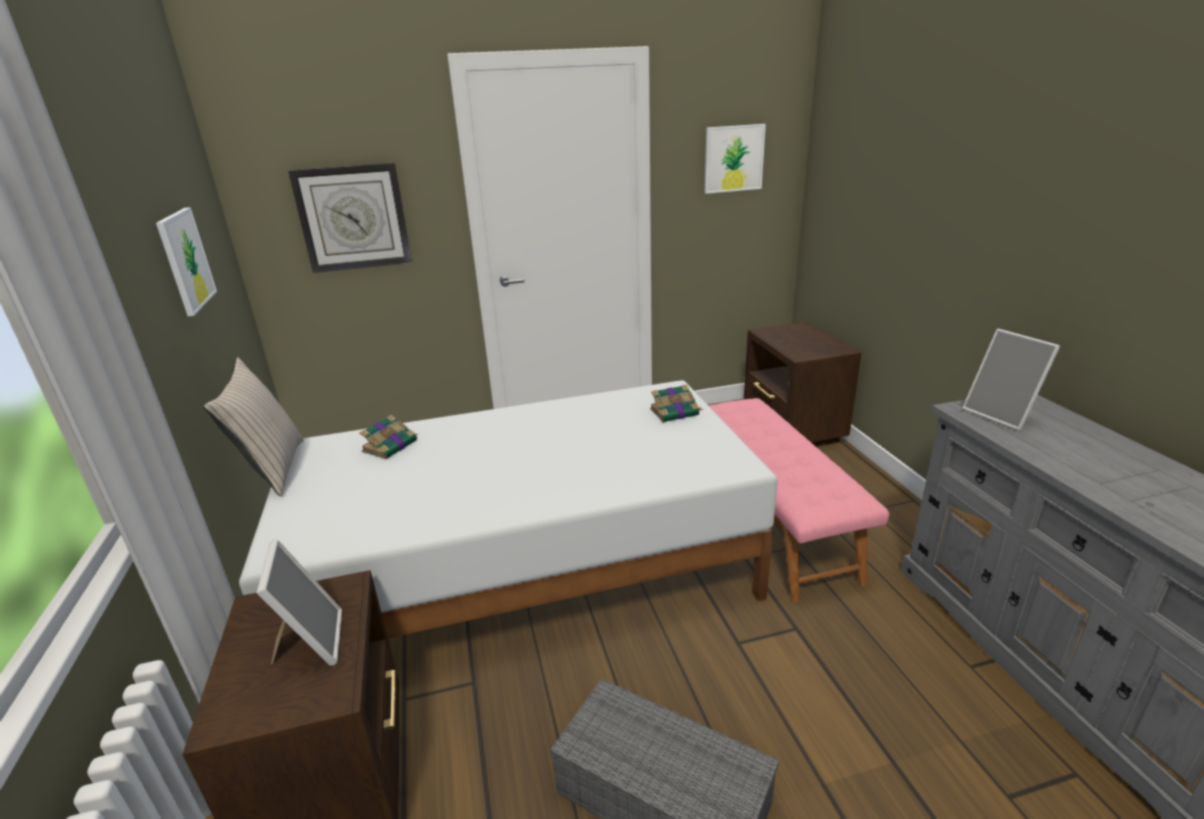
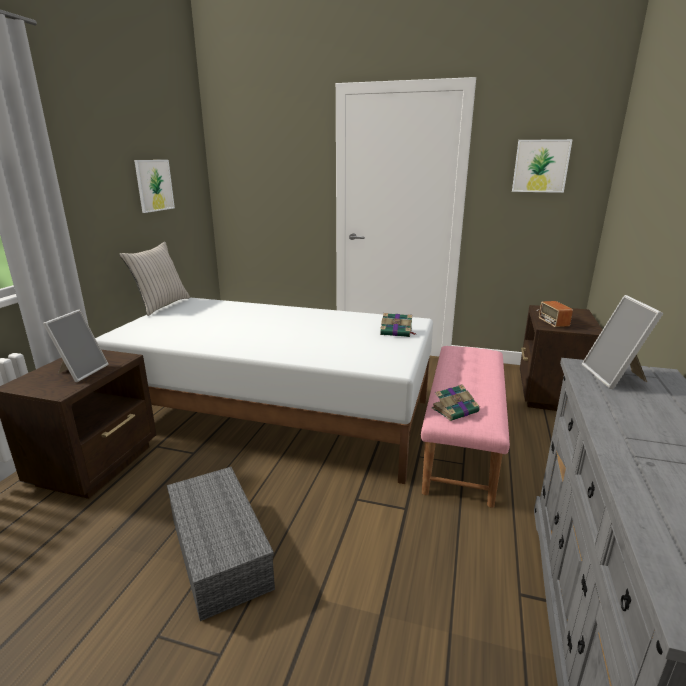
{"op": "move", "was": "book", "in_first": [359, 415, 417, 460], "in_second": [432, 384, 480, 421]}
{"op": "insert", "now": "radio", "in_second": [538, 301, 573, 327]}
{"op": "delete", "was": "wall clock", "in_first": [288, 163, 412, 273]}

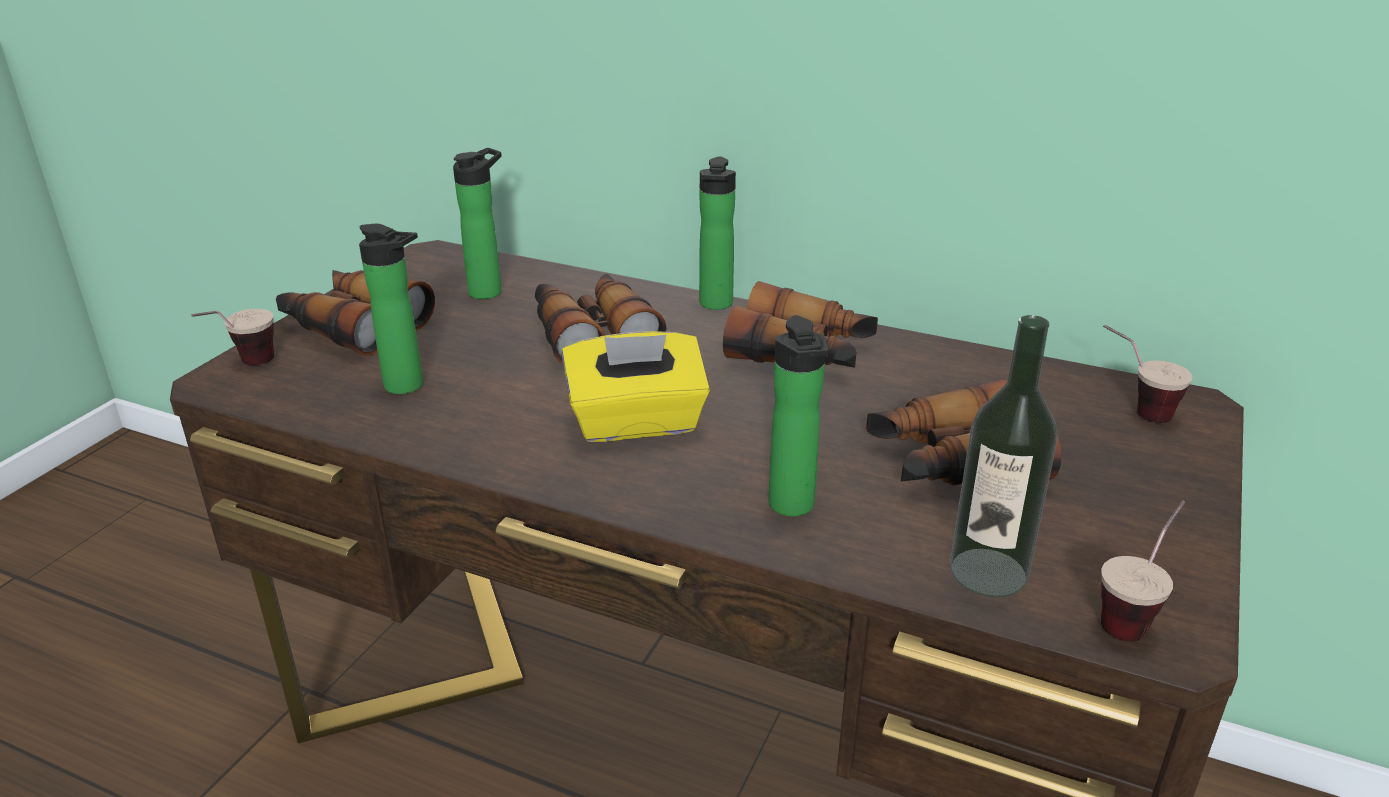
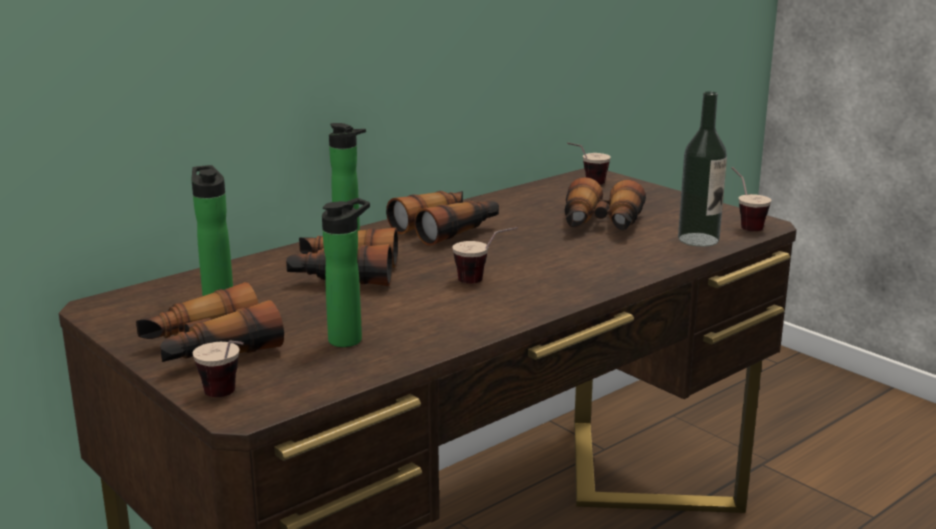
{"op": "replace", "was": "yellow tissue box", "now": "cup", "in_first": [562, 331, 710, 442], "in_second": [452, 227, 518, 284]}
{"op": "delete", "was": "bottle", "in_first": [769, 315, 829, 516]}

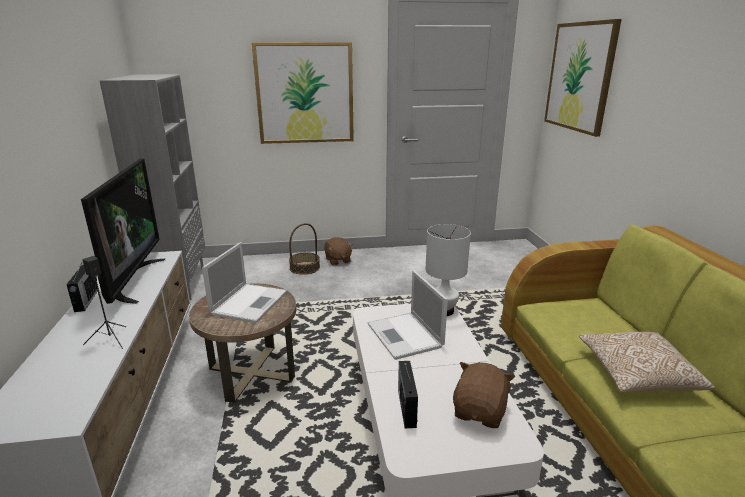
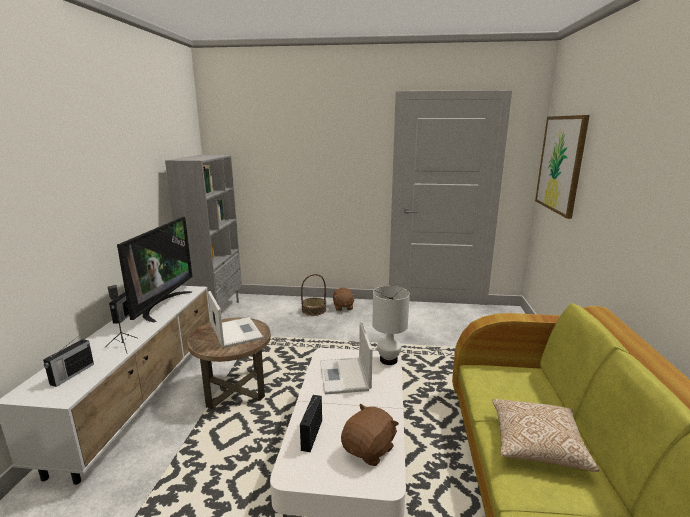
{"op": "insert", "now": "radio", "in_second": [43, 335, 94, 387]}
{"op": "rotate", "was": "laptop", "in_first": [202, 242, 287, 323], "in_second": [208, 291, 263, 348], "clockwise": -60}
{"op": "delete", "was": "picture", "in_first": [252, 42, 354, 144]}

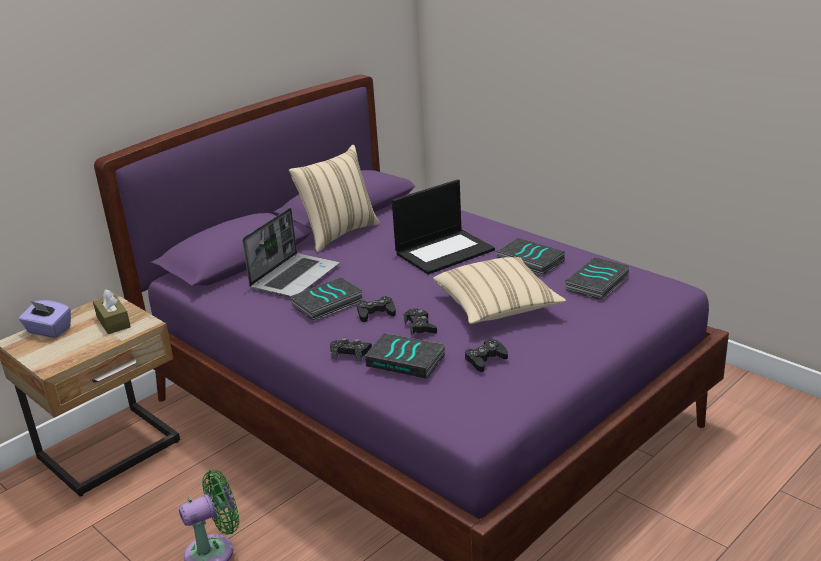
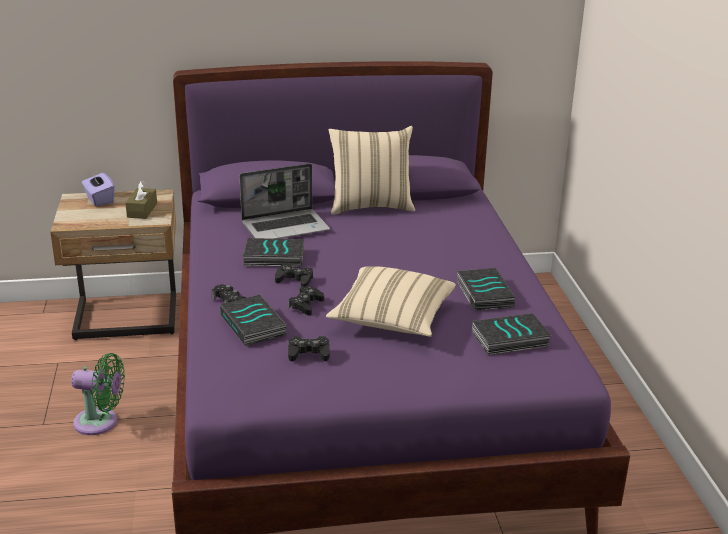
{"op": "delete", "was": "laptop", "in_first": [392, 179, 495, 275]}

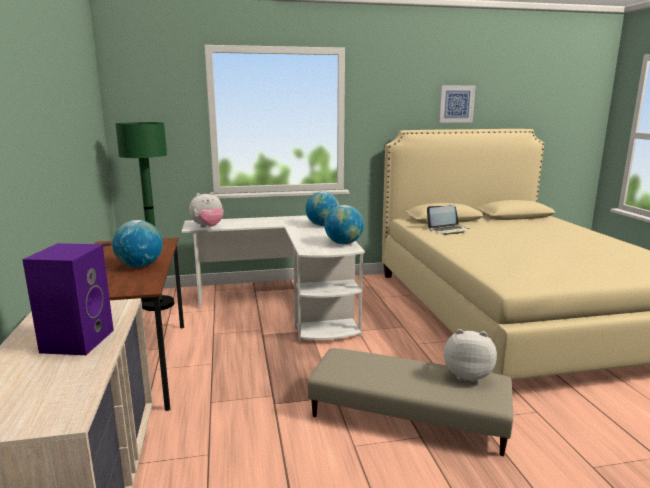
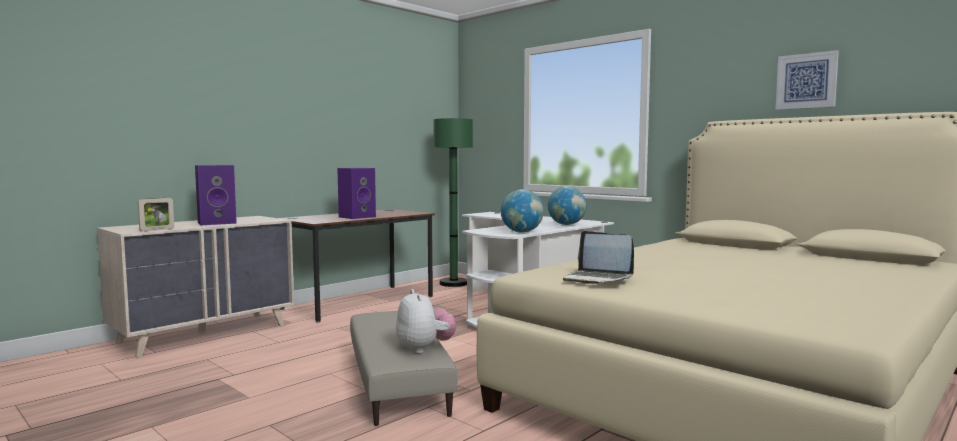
{"op": "insert", "now": "picture frame", "in_second": [138, 198, 174, 232]}
{"op": "replace", "was": "globe", "now": "purple speaker", "in_first": [112, 220, 163, 267], "in_second": [337, 168, 376, 219]}
{"op": "move", "was": "laptop", "in_first": [427, 205, 470, 235], "in_second": [563, 231, 634, 284]}
{"op": "delete", "was": "plush toy", "in_first": [189, 192, 223, 228]}

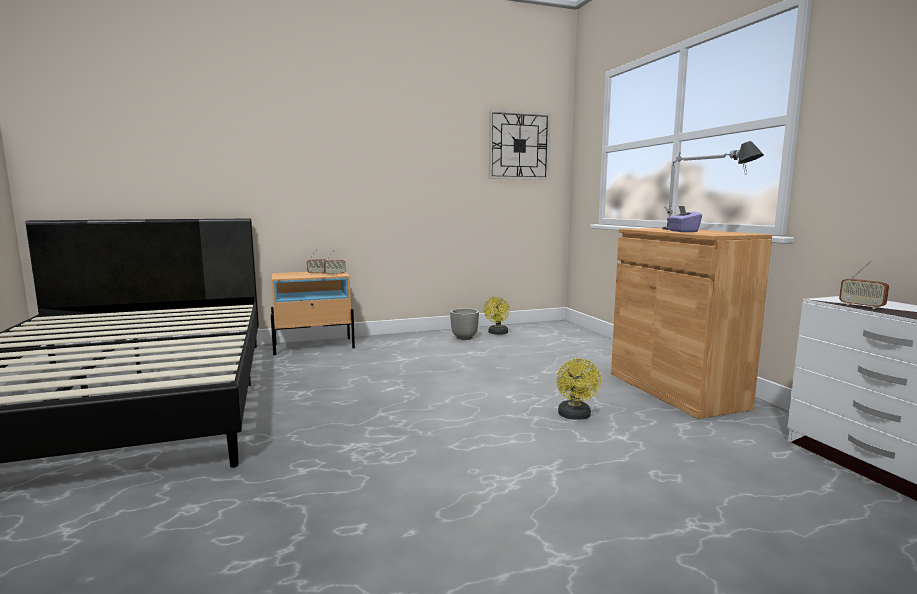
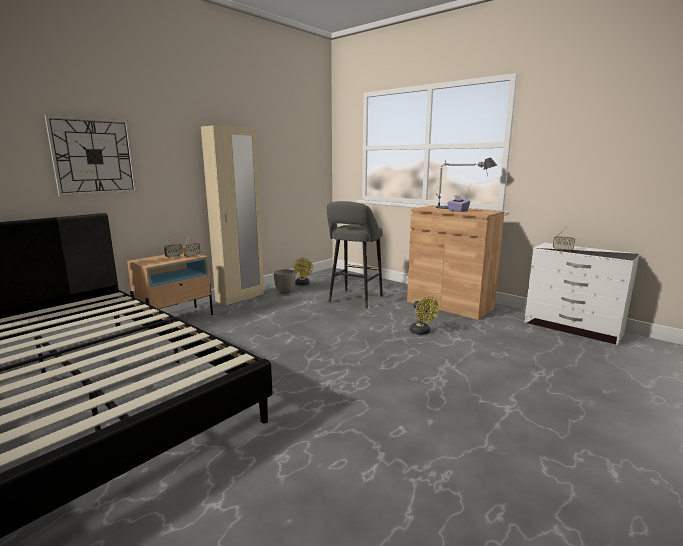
{"op": "move", "was": "wall clock", "in_first": [489, 110, 551, 180], "in_second": [44, 115, 137, 196]}
{"op": "insert", "now": "beige wardrobe", "in_second": [201, 125, 264, 305]}
{"op": "insert", "now": "grey stool", "in_second": [327, 201, 383, 308]}

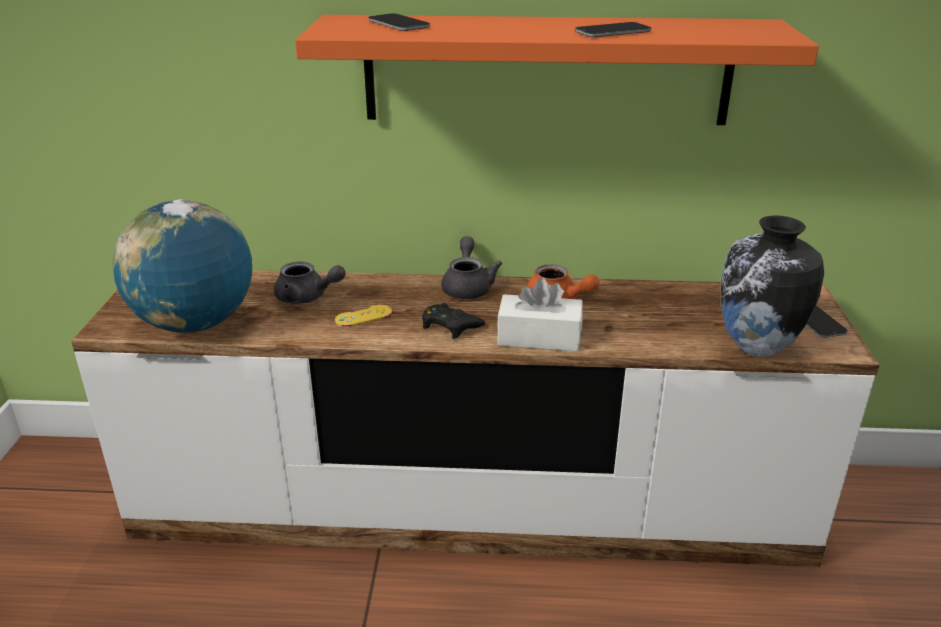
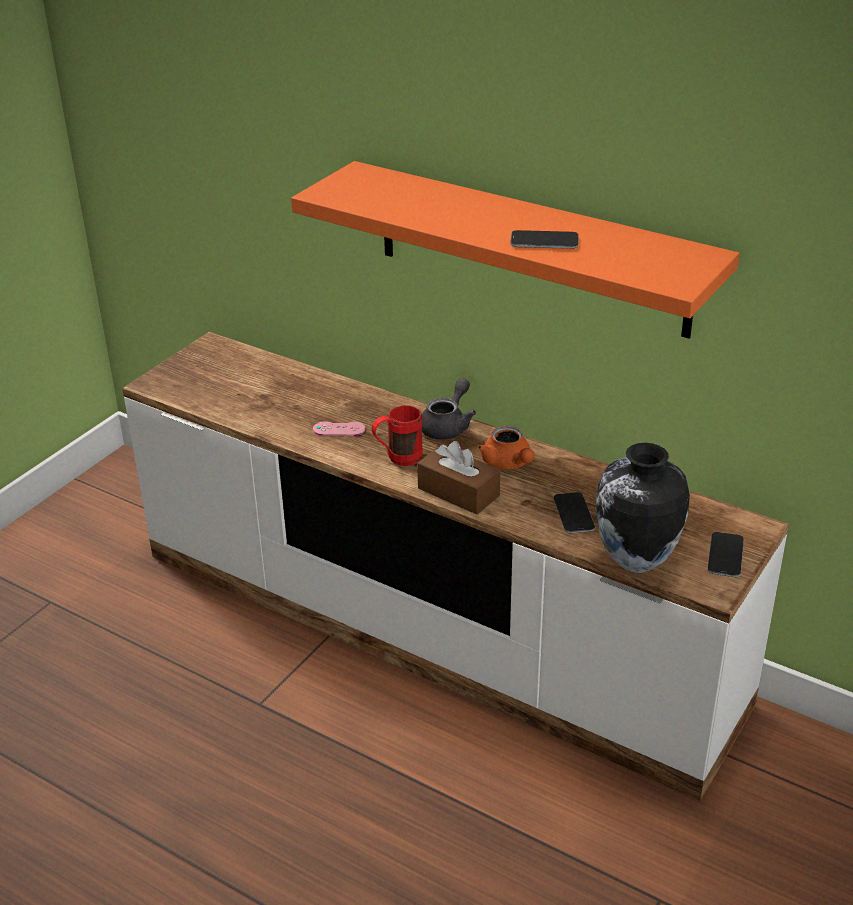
{"op": "recolor", "was": "yellow game controller", "now": "pink game controller", "in_first": [335, 305, 392, 327], "in_second": [313, 421, 365, 436]}
{"op": "replace", "was": "black game controller", "now": "red mug", "in_first": [422, 303, 485, 339], "in_second": [371, 405, 423, 466]}
{"op": "recolor", "was": "white tissue box", "now": "brown tissue box", "in_first": [497, 278, 583, 352], "in_second": [417, 441, 500, 515]}
{"op": "move", "was": "phone", "in_first": [368, 13, 430, 31], "in_second": [553, 492, 595, 533]}
{"op": "delete", "was": "globe", "in_first": [113, 199, 252, 333]}
{"op": "delete", "was": "grey teapot", "in_first": [274, 261, 345, 304]}

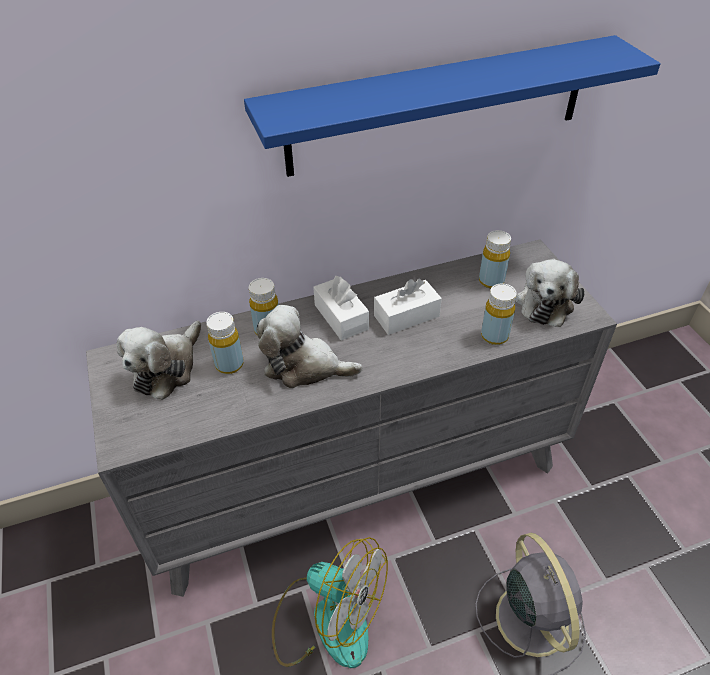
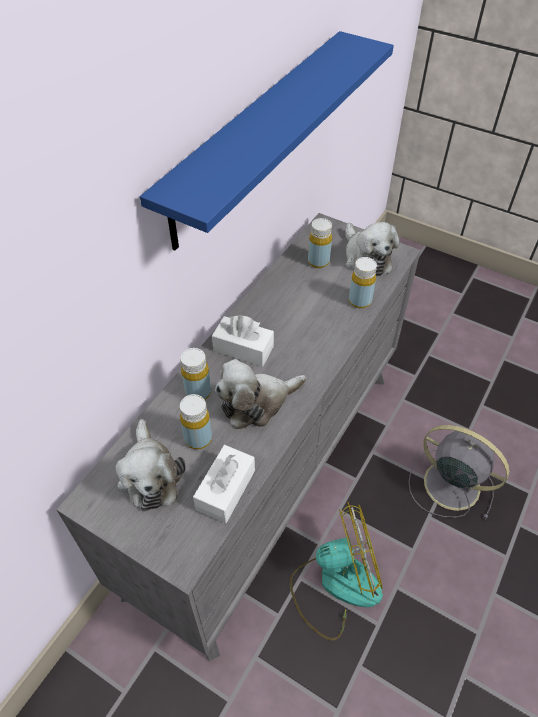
{"op": "move", "was": "white tissue box", "in_first": [374, 279, 442, 335], "in_second": [193, 445, 255, 524]}

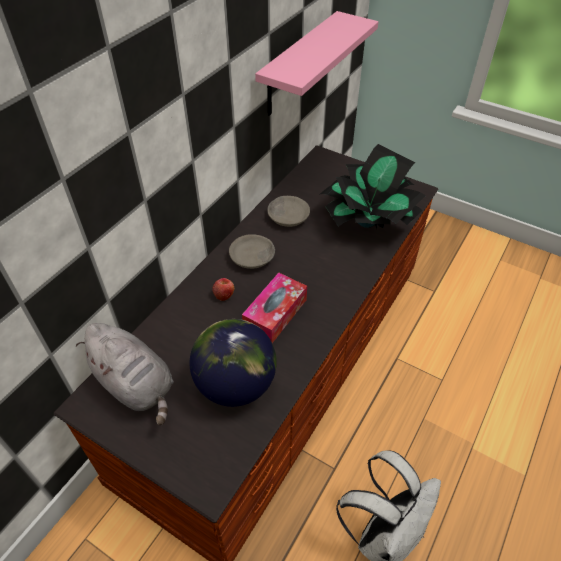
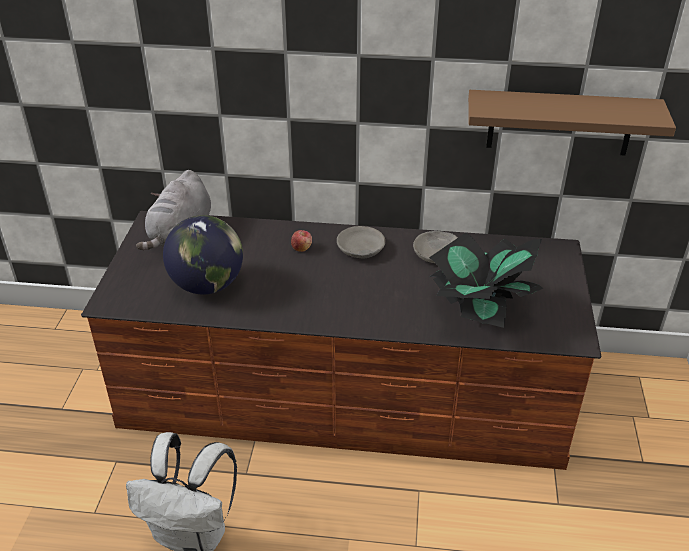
{"op": "recolor", "was": "pink shelf", "now": "brown shelf", "in_first": [255, 11, 378, 116], "in_second": [468, 90, 676, 156]}
{"op": "delete", "was": "tissue box", "in_first": [242, 273, 307, 343]}

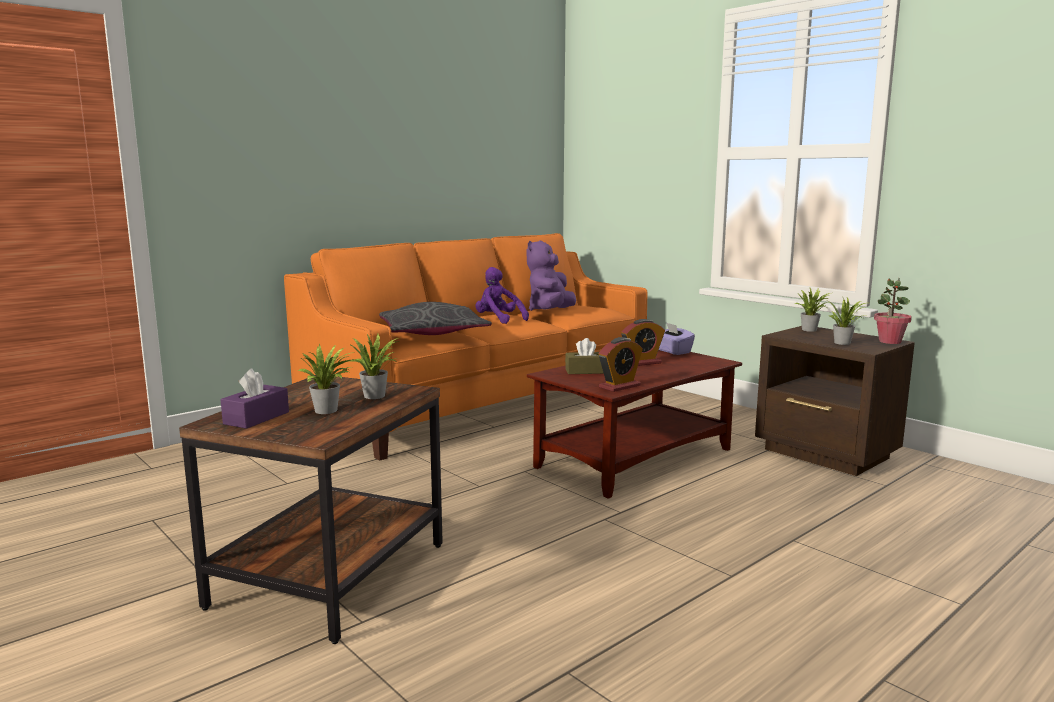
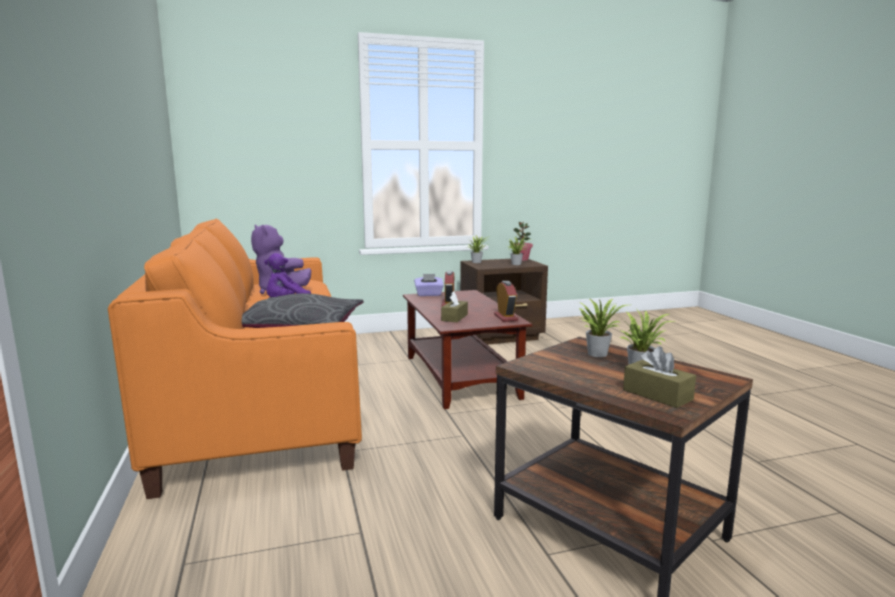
{"op": "recolor", "was": "purple tissue box", "now": "brown tissue box", "in_first": [221, 369, 289, 429], "in_second": [623, 346, 696, 408]}

